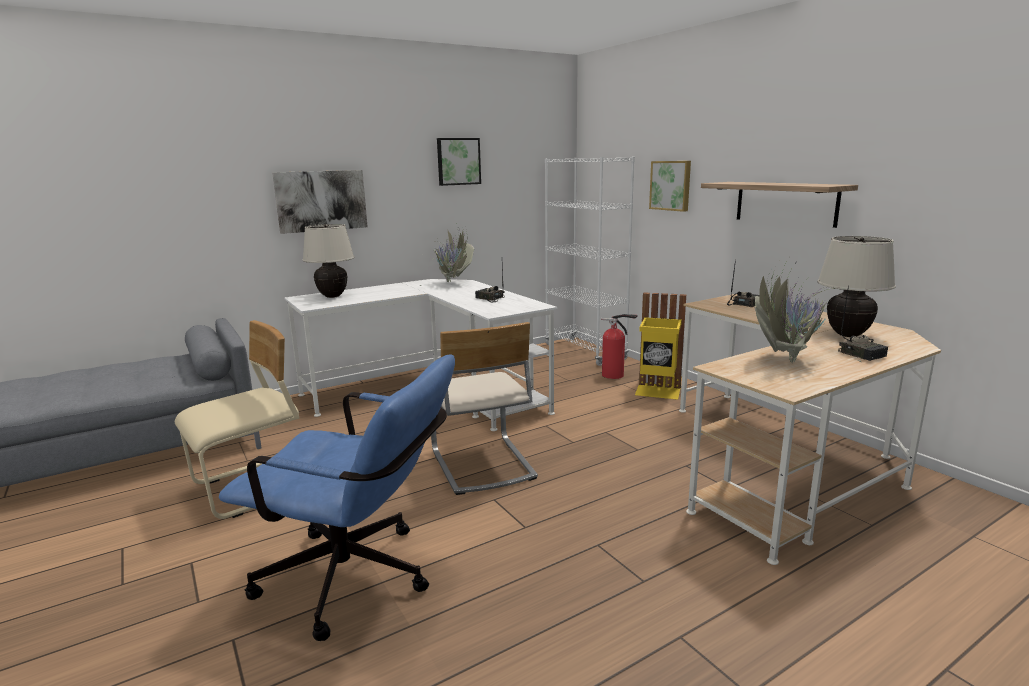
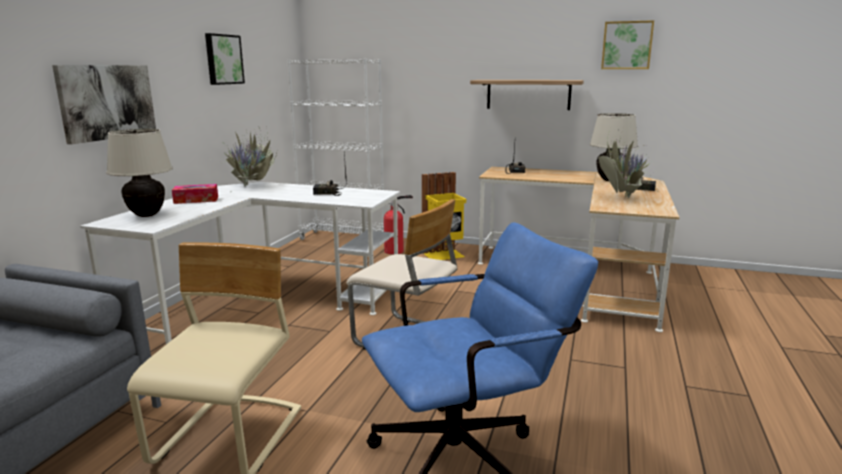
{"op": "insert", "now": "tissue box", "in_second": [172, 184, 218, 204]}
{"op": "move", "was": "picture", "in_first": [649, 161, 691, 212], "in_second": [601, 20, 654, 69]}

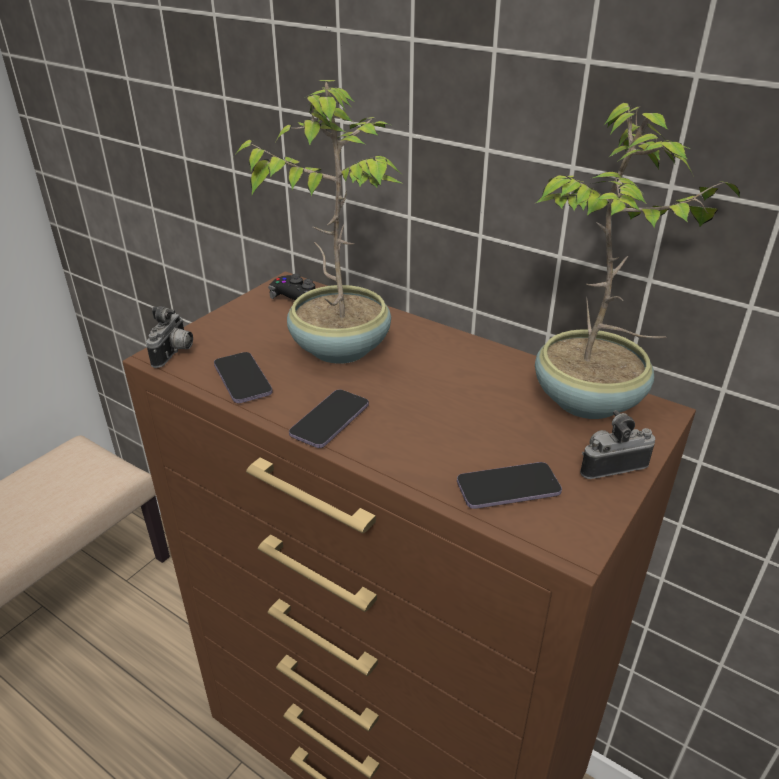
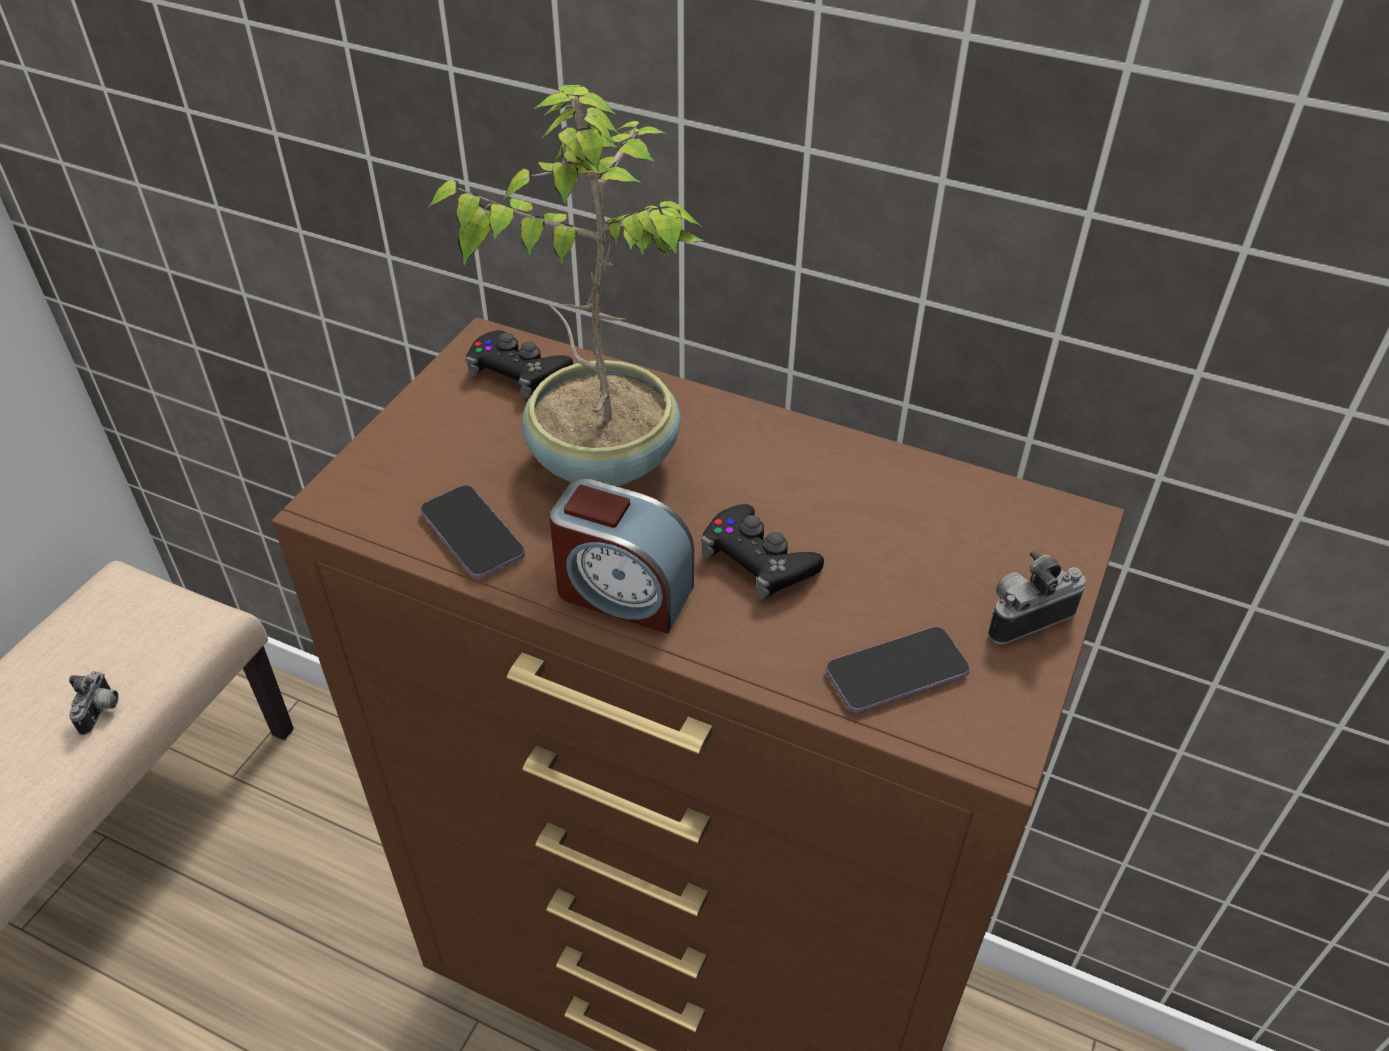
{"op": "move", "was": "photo camera", "in_first": [146, 306, 193, 368], "in_second": [69, 671, 119, 735]}
{"op": "replace", "was": "phone", "now": "alarm clock", "in_first": [289, 389, 369, 448], "in_second": [549, 478, 694, 634]}
{"op": "insert", "now": "black game controller", "in_second": [701, 504, 824, 600]}
{"op": "delete", "was": "potted plant", "in_first": [535, 103, 740, 419]}

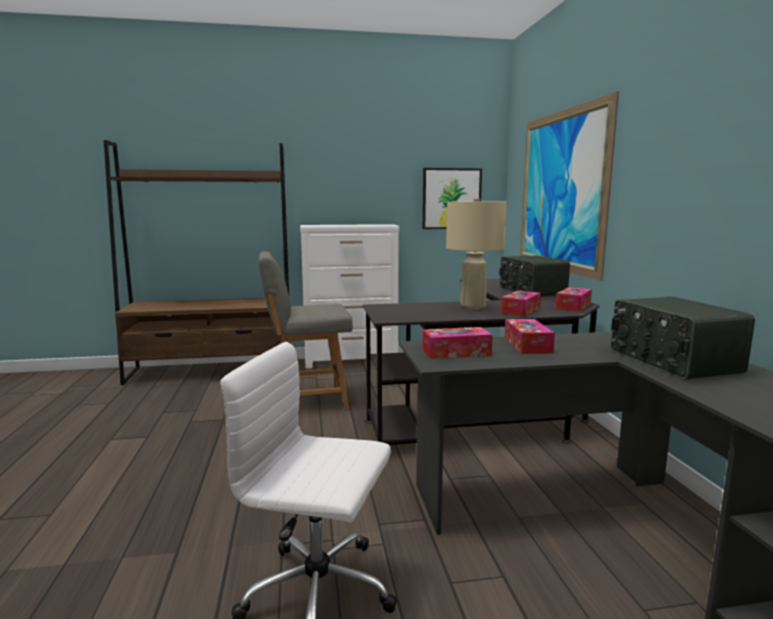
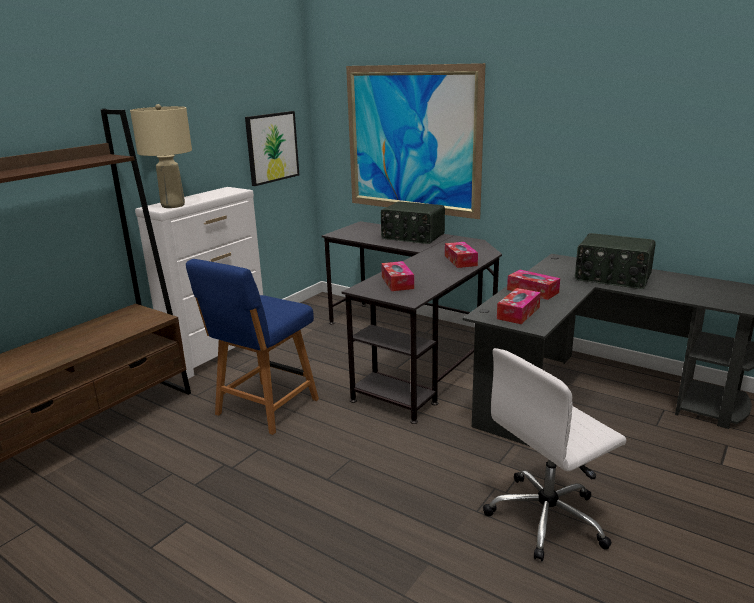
{"op": "move", "was": "beige table lamp", "in_first": [446, 197, 507, 310], "in_second": [130, 104, 192, 208]}
{"op": "recolor", "was": "grey chair", "now": "blue chair", "in_first": [258, 251, 353, 411], "in_second": [186, 259, 319, 435]}
{"op": "move", "was": "tissue box", "in_first": [555, 287, 592, 312], "in_second": [381, 261, 414, 291]}

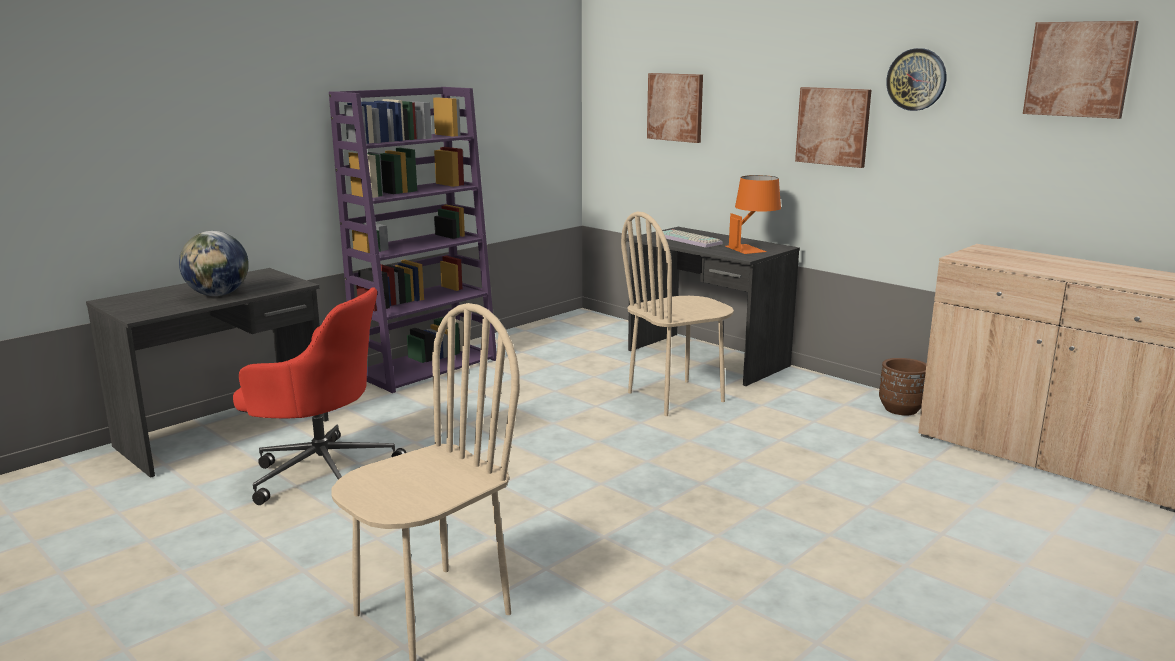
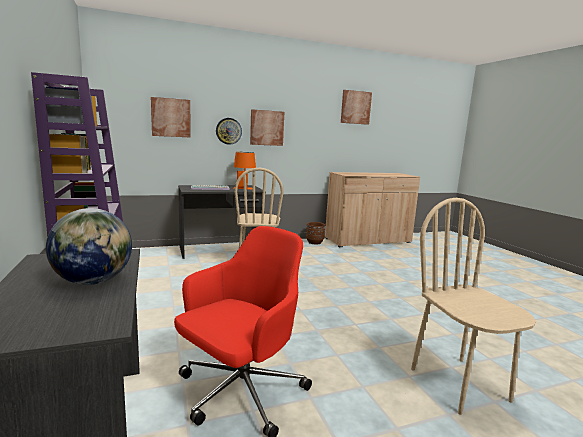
{"op": "move", "was": "wall clock", "in_first": [886, 48, 946, 111], "in_second": [216, 118, 242, 145]}

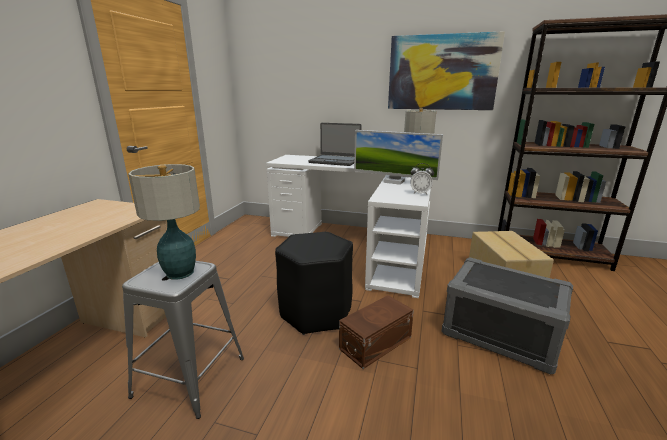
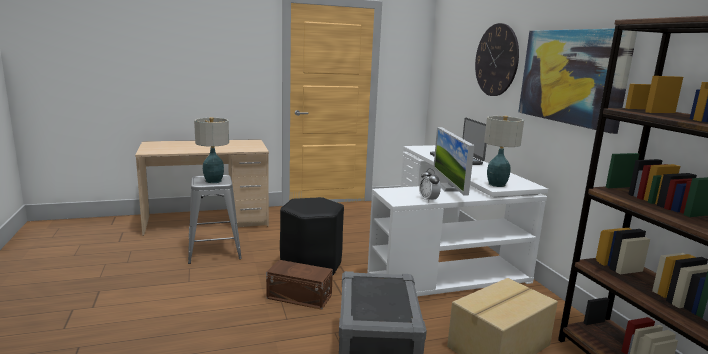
{"op": "insert", "now": "wall clock", "in_second": [475, 23, 519, 96]}

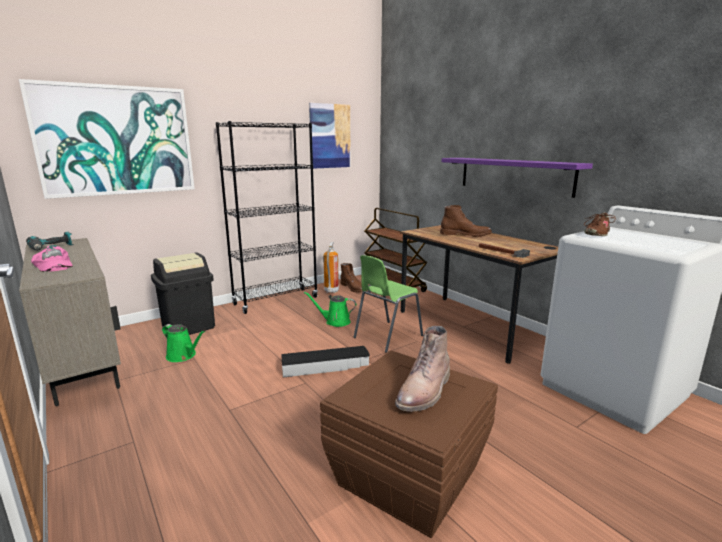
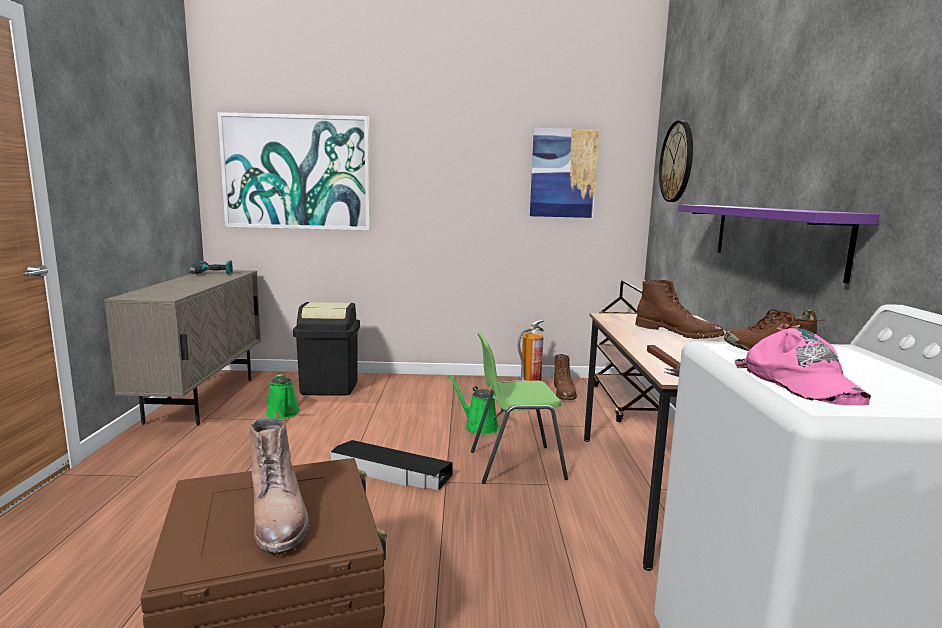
{"op": "rotate", "was": "brown boot", "in_first": [395, 326, 450, 412], "in_second": [250, 417, 309, 553], "clockwise": -90}
{"op": "insert", "now": "wall clock", "in_second": [659, 120, 693, 202]}
{"op": "move", "was": "pink cap", "in_first": [31, 245, 73, 272], "in_second": [735, 328, 871, 406]}
{"op": "delete", "was": "black bookcase", "in_first": [216, 121, 318, 314]}

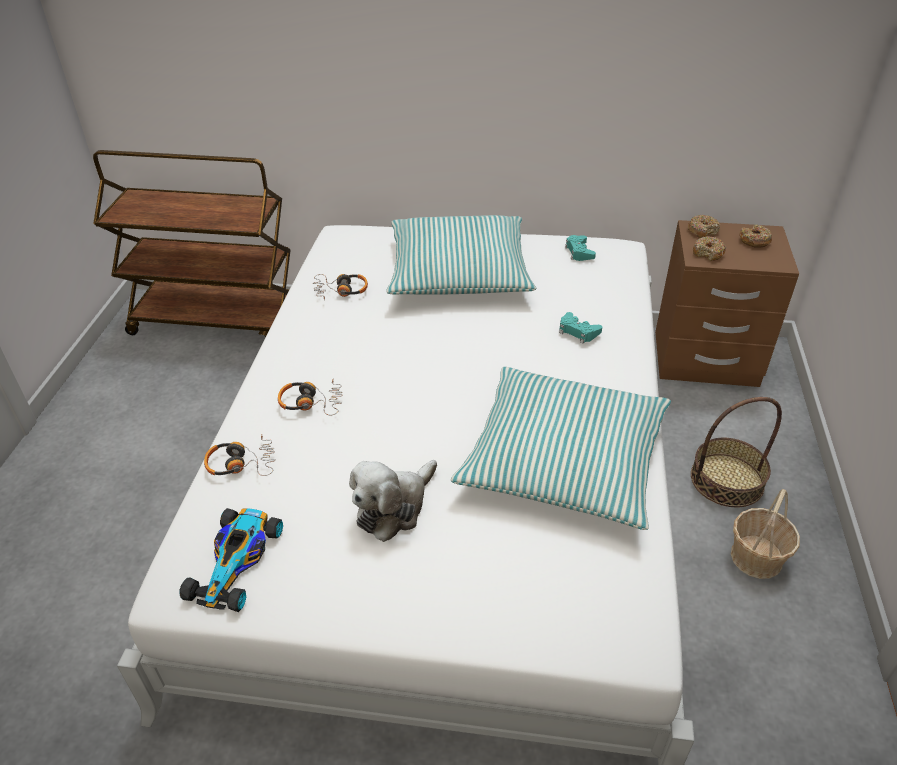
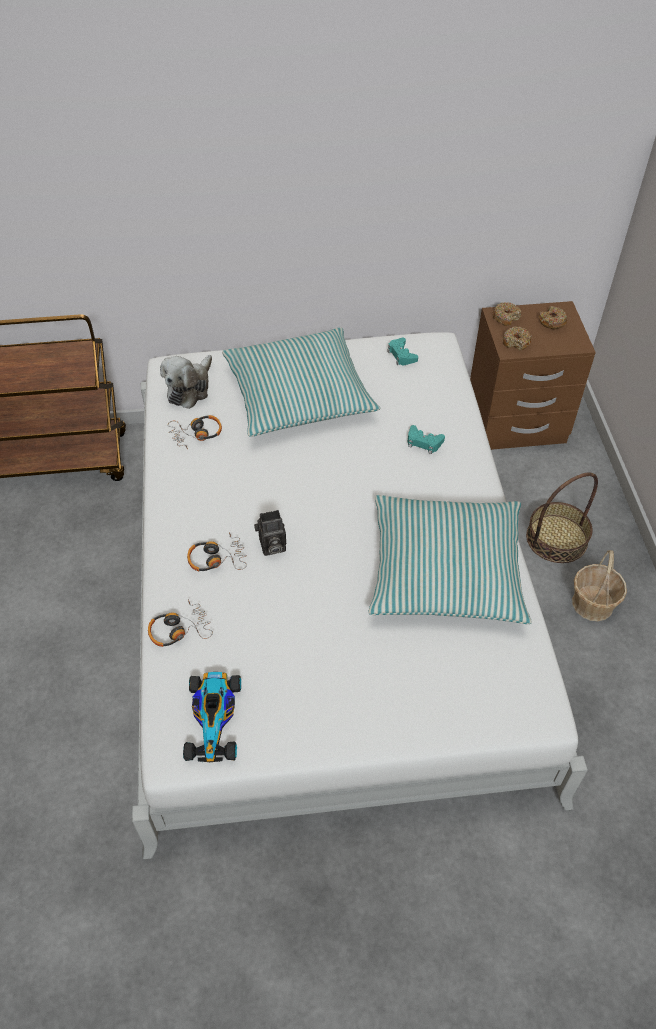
{"op": "move", "was": "plush toy", "in_first": [349, 460, 437, 542], "in_second": [160, 355, 212, 409]}
{"op": "insert", "now": "photo camera", "in_second": [254, 510, 286, 556]}

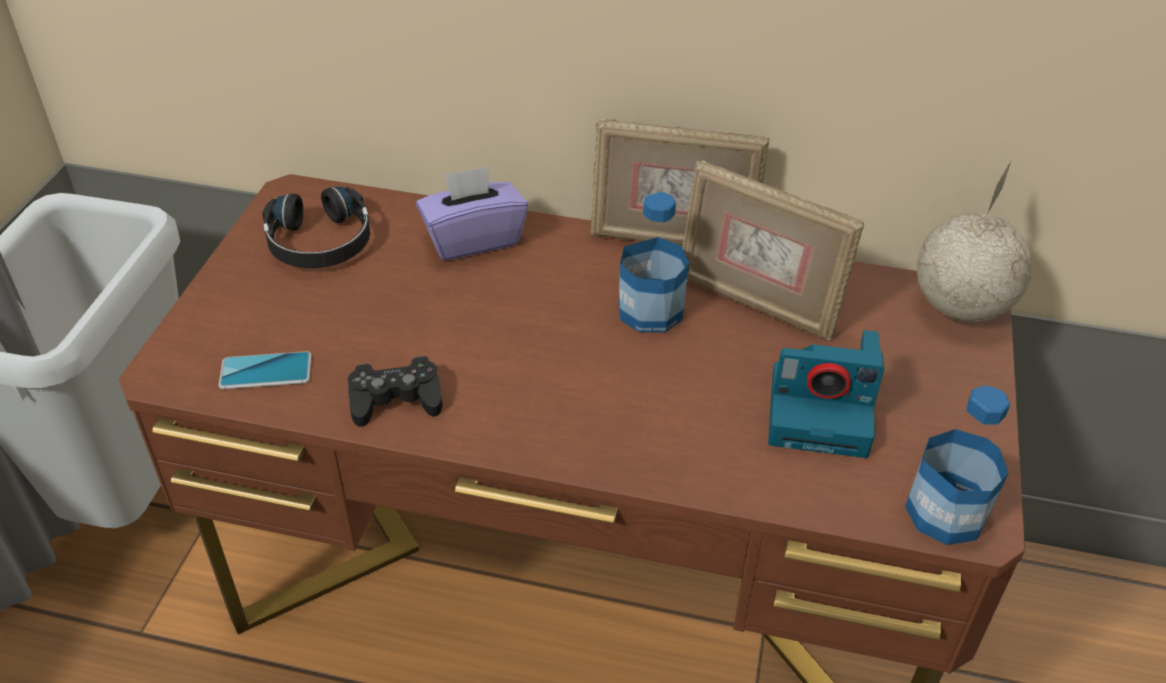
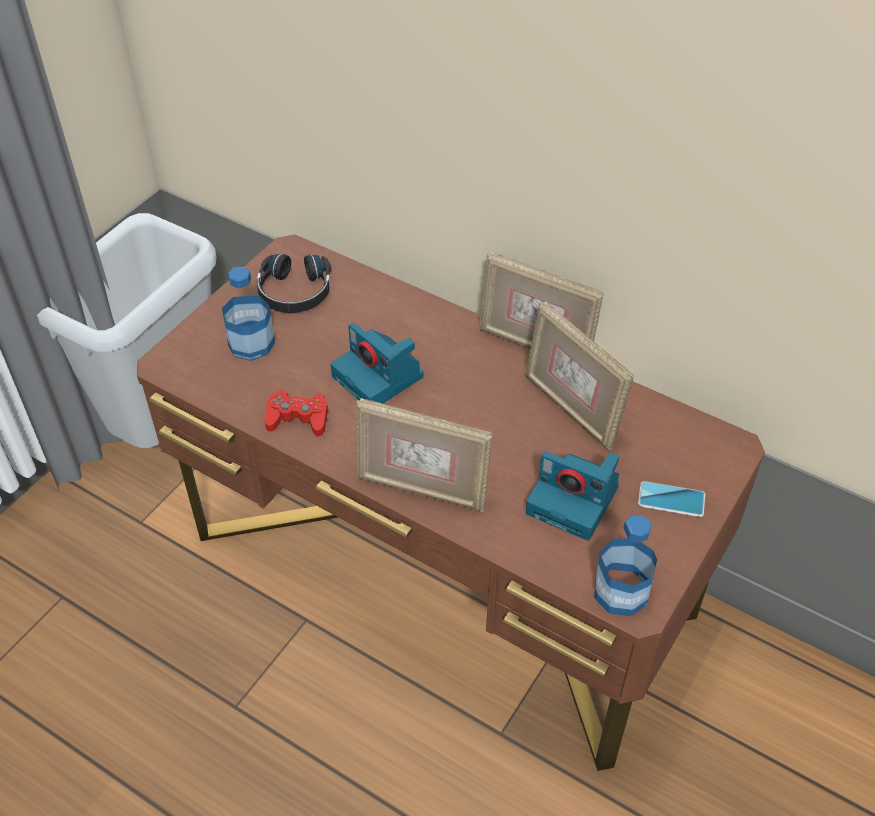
{"op": "move", "was": "bottle", "in_first": [619, 192, 689, 332], "in_second": [222, 267, 275, 361]}
{"op": "recolor", "was": "black game controller", "now": "red game controller", "in_first": [348, 356, 443, 427], "in_second": [264, 390, 328, 437]}
{"op": "insert", "now": "photo camera", "in_second": [331, 323, 424, 404]}
{"op": "insert", "now": "picture frame", "in_second": [356, 398, 493, 512]}
{"op": "move", "was": "phone", "in_first": [219, 351, 312, 389], "in_second": [638, 481, 705, 517]}
{"op": "delete", "was": "purple tissue box", "in_first": [416, 166, 528, 261]}
{"op": "delete", "was": "globe", "in_first": [917, 161, 1032, 322]}

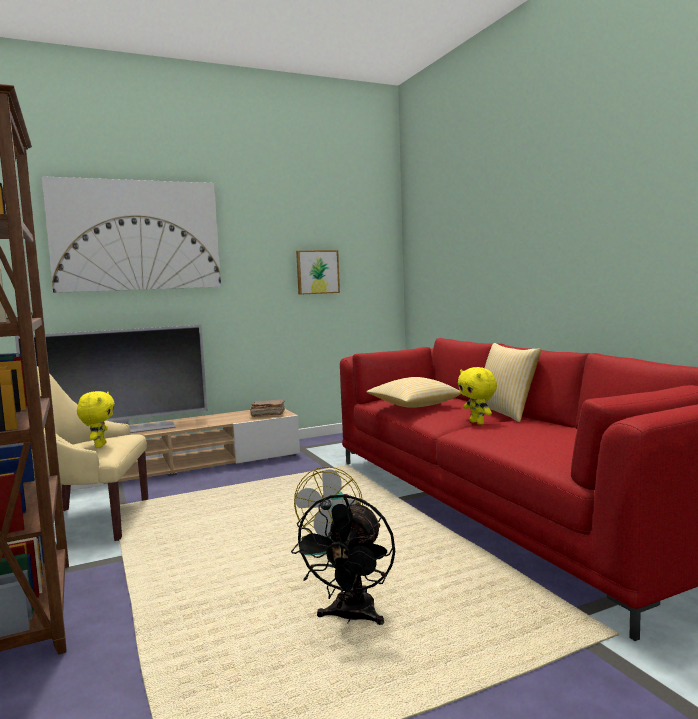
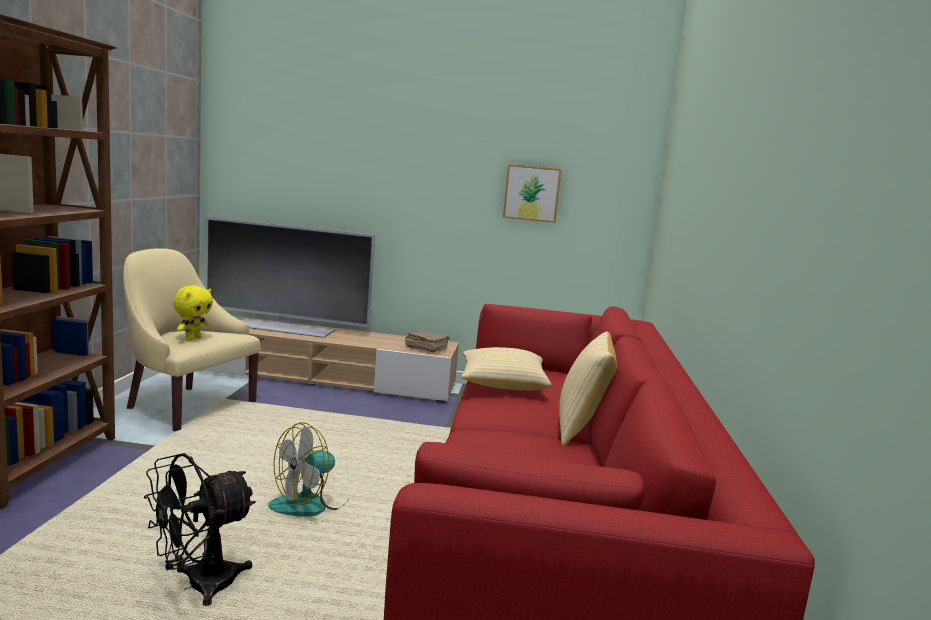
{"op": "delete", "was": "picture", "in_first": [42, 176, 221, 293]}
{"op": "delete", "was": "yellow plush toy", "in_first": [458, 367, 497, 425]}

